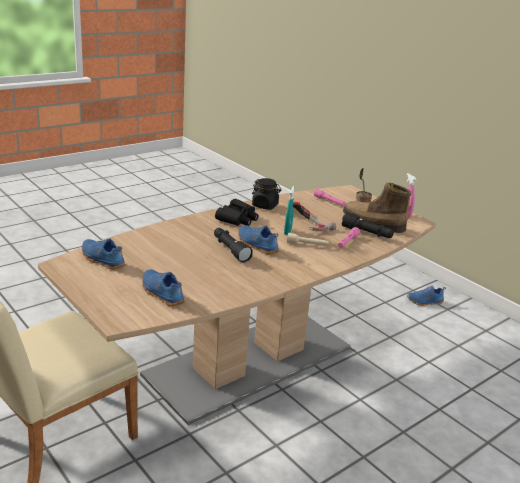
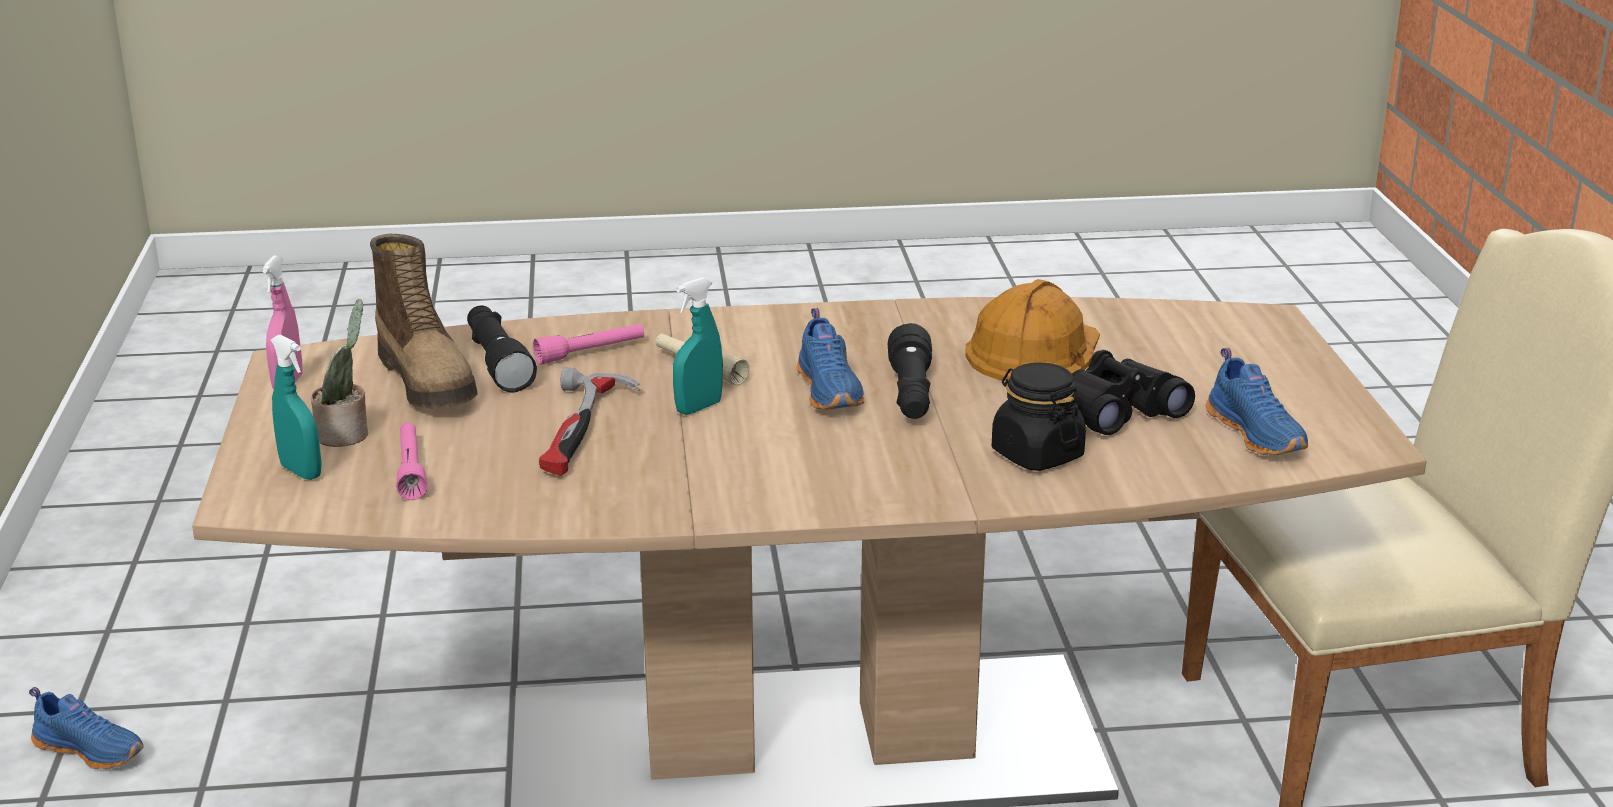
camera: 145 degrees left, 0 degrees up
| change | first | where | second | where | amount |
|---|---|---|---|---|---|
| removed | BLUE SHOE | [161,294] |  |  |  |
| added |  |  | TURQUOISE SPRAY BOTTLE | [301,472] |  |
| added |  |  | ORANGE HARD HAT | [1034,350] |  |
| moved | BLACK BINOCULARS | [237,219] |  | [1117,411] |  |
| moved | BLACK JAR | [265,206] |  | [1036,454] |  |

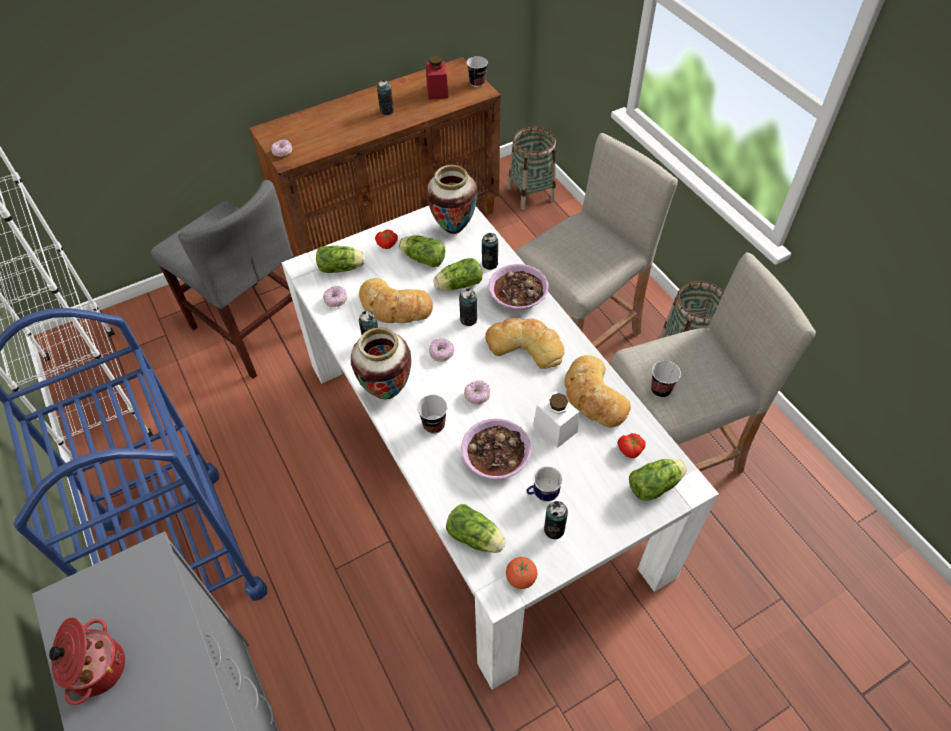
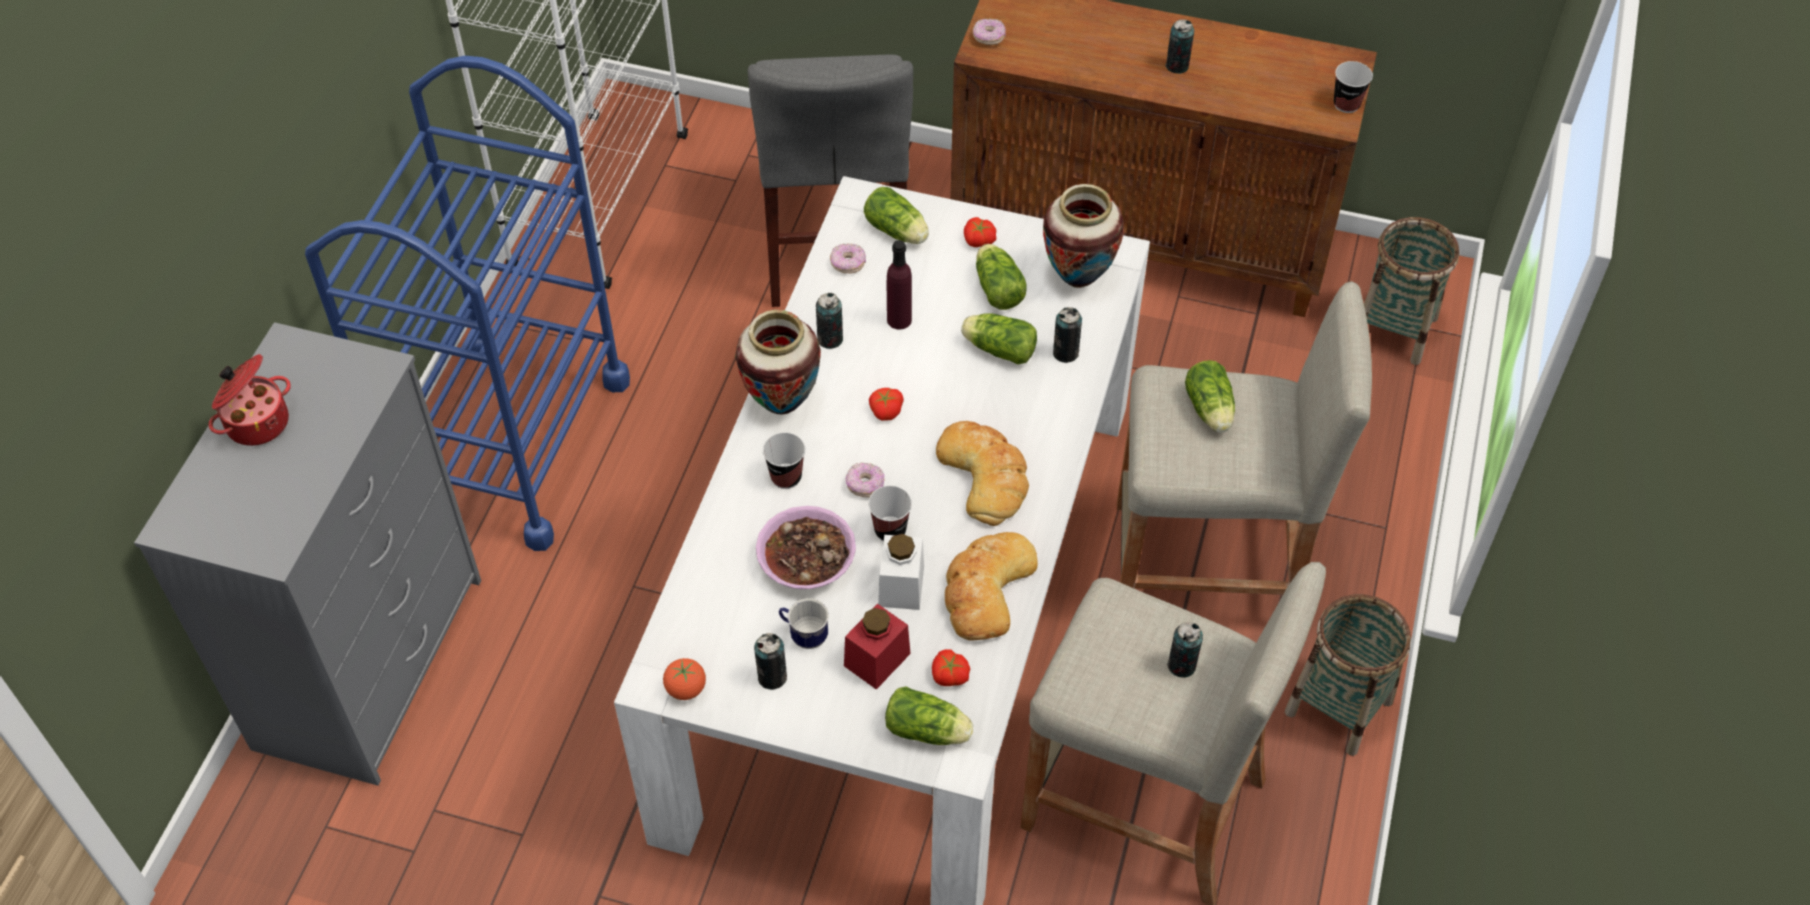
camera: 45 degrees right, 0 degrees up
| change | first | where | second | where | amount |
|---|---|---|---|---|---|
| removed | BOWL | [518,295] |  |  |  |
| moved | RED JAR | [437,91] |  | [877,659] |  |
| moved | LETTUCE | [476,538] |  | [1210,411] |  |
| moved | CAN | [468,319] |  | [1181,665] |  |
| moved | CUP | [660,390] |  | [890,530] |  |
| replaced | BREAD | [394,307] | PURPLE BOTTLE | [899,319] |  |
| replaced | DONUT | [441,353] | TOMATO | [885,410] |  |

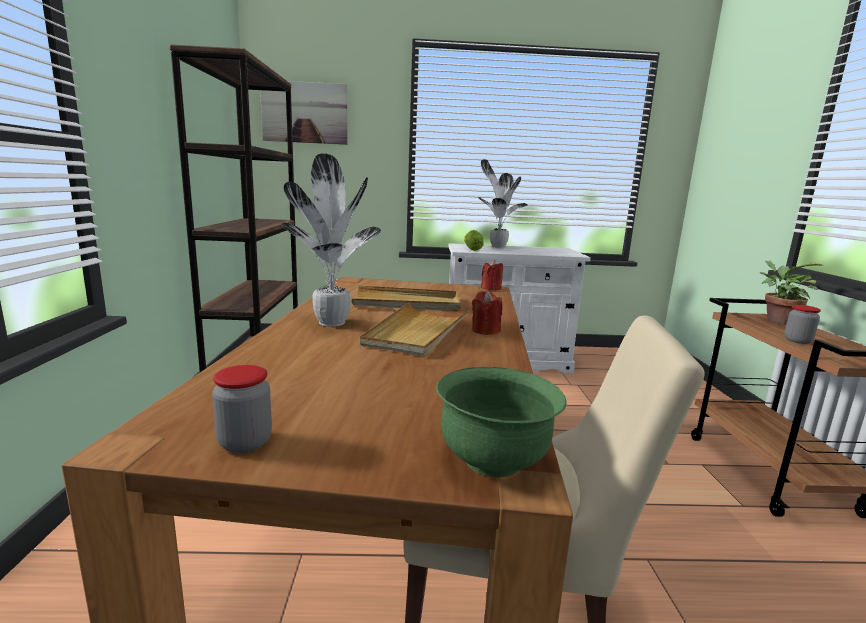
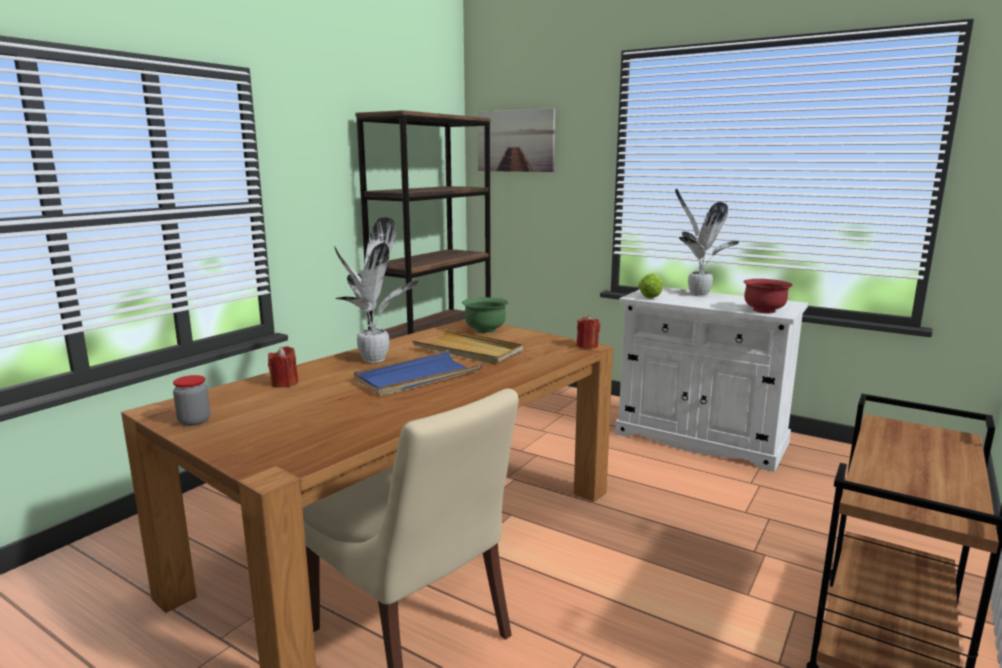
camera: 35 degrees right, 0 degrees up
| change | first | where | second | where | amount |
|---|---|---|---|---|---|
| removed | POTTED PLANT | [776,321] |  |  |  |
| removed | JAR | [797,341] |  |  |  |
| added |  |  | RED BOWL | [764,311] |  |
| moved | GREEN BOWL | [494,461] |  | [485,330] |  |
| moved | RED CANDLE | [485,330] |  | [284,383] |  |
| recoloured | BEIGE TRAY | [417,332] | BLUE TRAY | [417,377] |  |

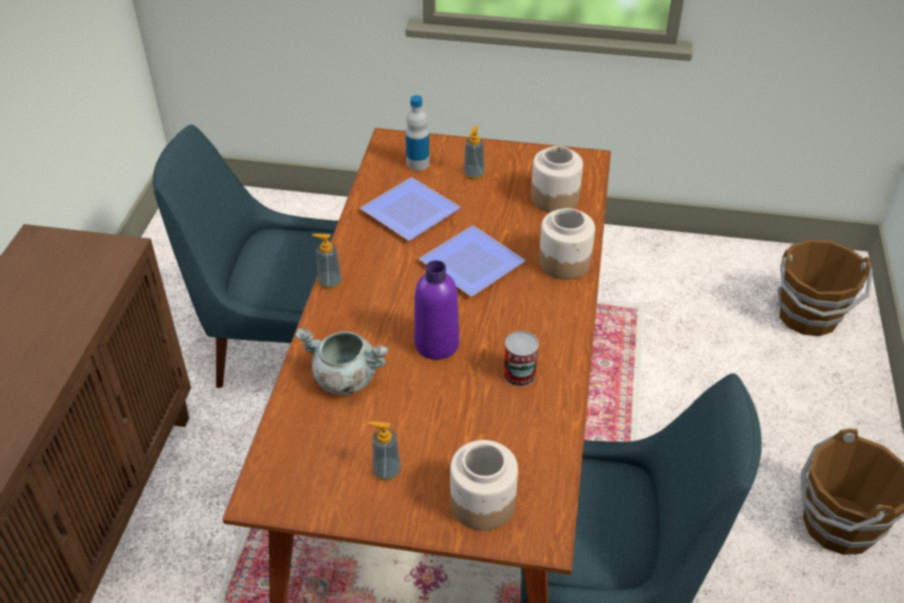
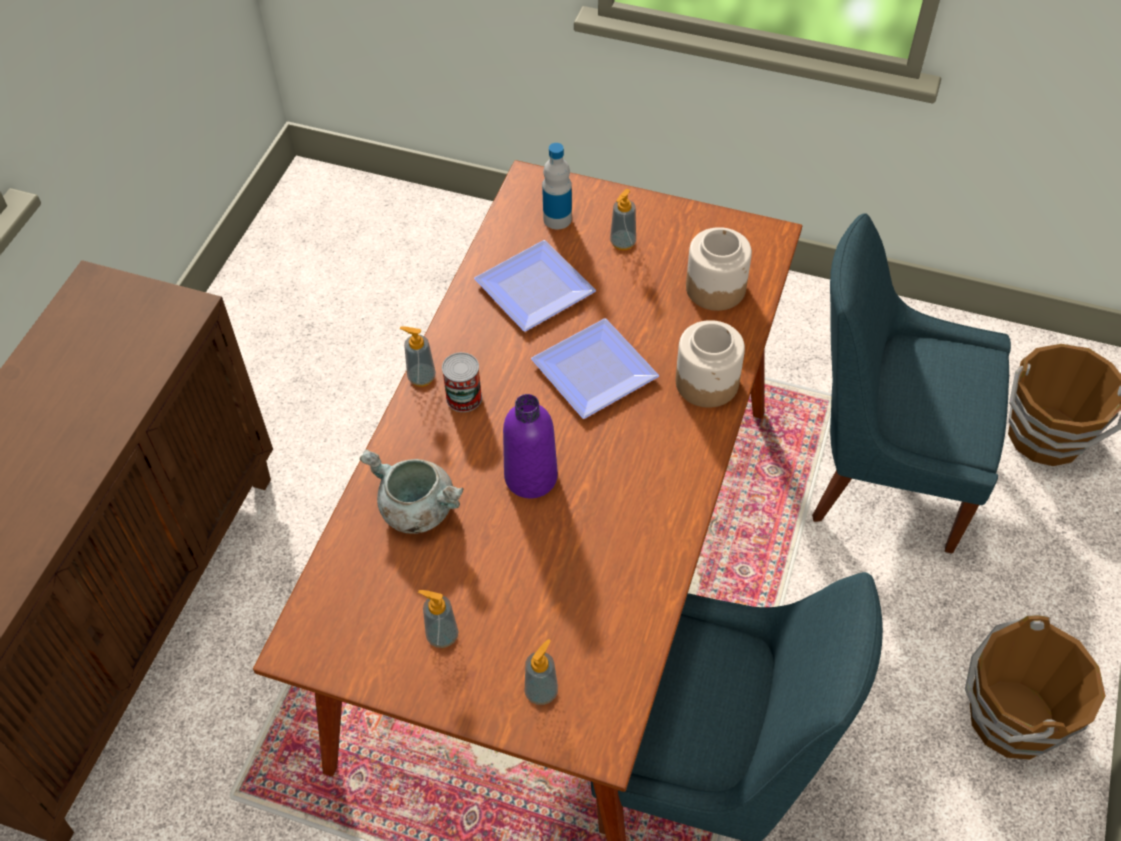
camera: 10 degrees right, 10 degrees up
| change | first | where | second | where | amount |
|---|---|---|---|---|---|
| moved | BLUE CHAIR | [278,346] |  | [882,472] |  |
| moved | CAN | [519,374] |  | [464,397] |  |
| replaced | JAR | [481,503] | SOAP DISPENSER | [541,691] |  |

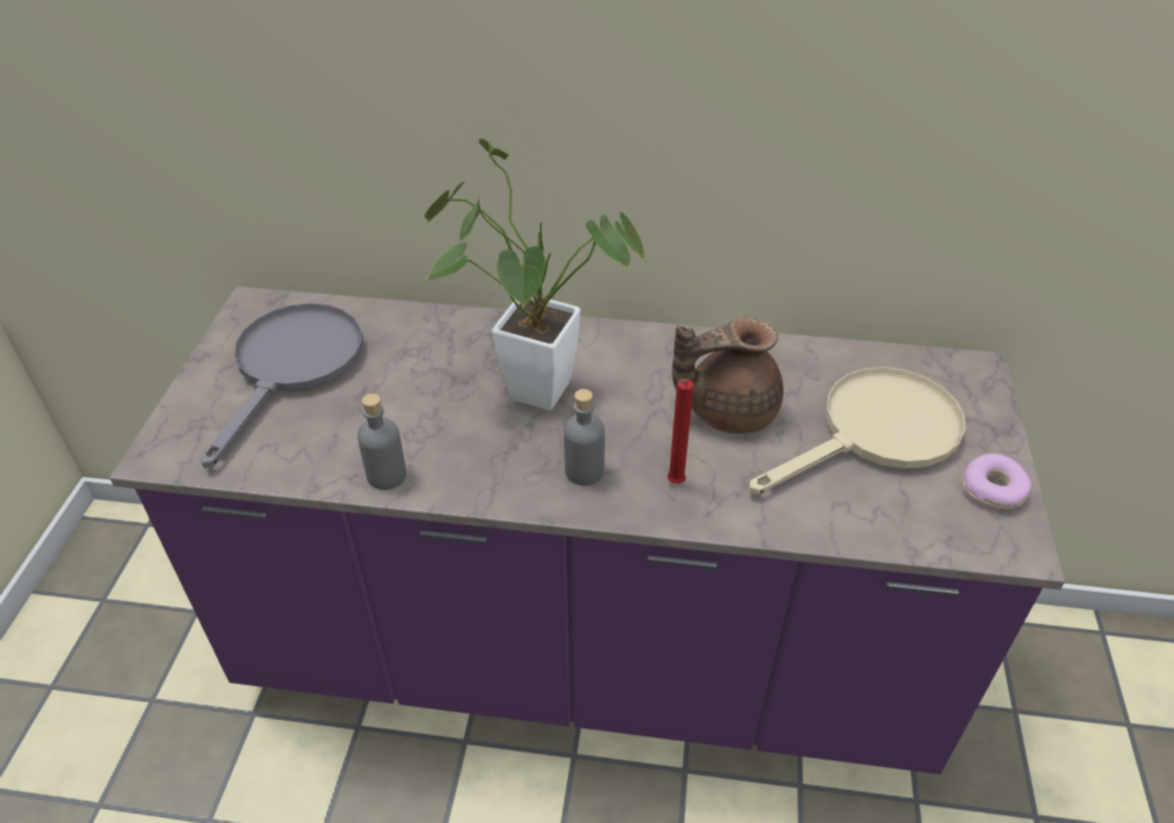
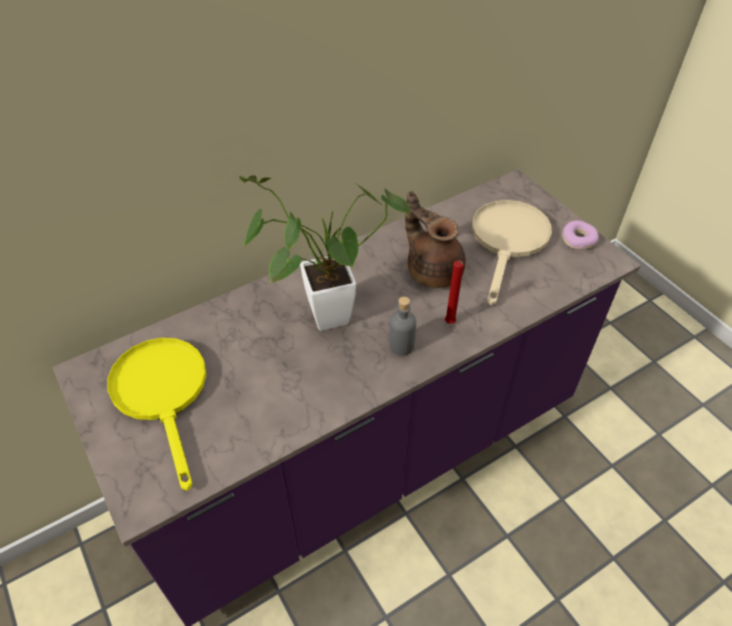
camera: 40 degrees left, 5 degrees up
| change | first | where | second | where | amount |
|---|---|---|---|---|---|
| removed | GREY BOTTLE | [386,475] |  |  |  |
| recoloured | GREY FRYING PAN | [292,368] | YELLOW FRYING PAN | [163,394] |  |
| turned | BROWN TEAPOT | [727,410] |  | [433,269] | 105 degrees clockwise |

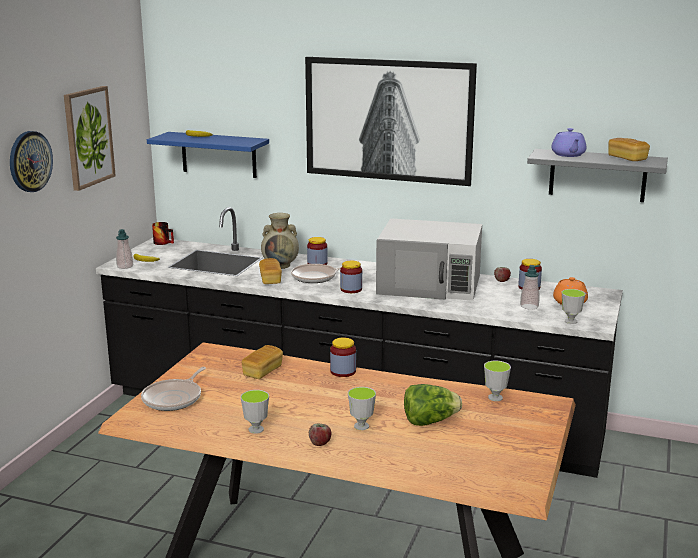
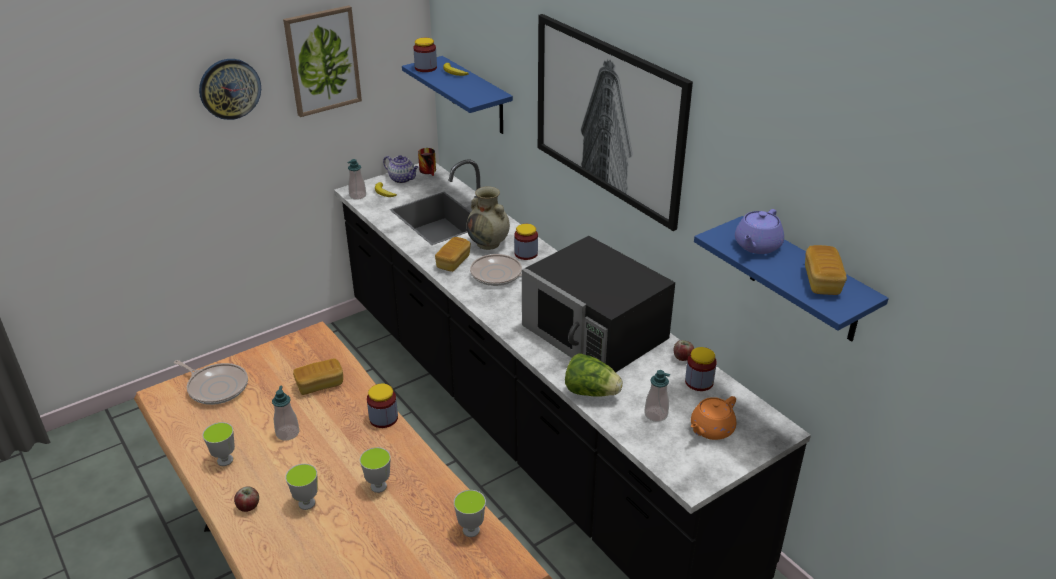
camera: 35 degrees right, 15 degrees up
| change | first | where | second | where | amount |
|---|---|---|---|---|---|
| added |  |  | SOAP DISPENSER | [287,433] |  |
| added |  |  | TEAPOT | [402,179] |  |
| moved | JAR | [351,289] |  | [426,68] |  |
| moved | LETTUCE | [429,421] |  | [591,392] |  |
| moved | CUP | [570,321] |  | [378,486] |  |
| recoloured | WHITE MICROWAVE | [430,284] | BLACK MICROWAVE | [596,332] |  |
| recoloured | GREY SHELF | [597,175] | BLUE SHELF | [805,281] |  |
| turned | FRYING PAN | [174,398] |  | [216,387] | 120 degrees counterclockwise |

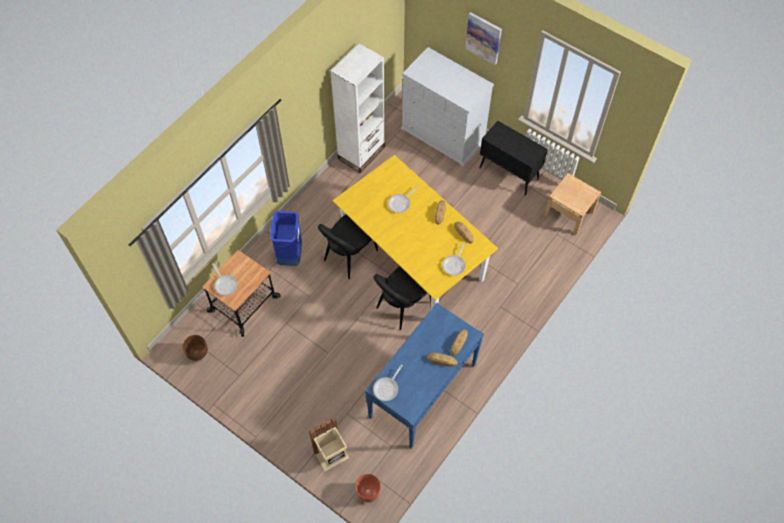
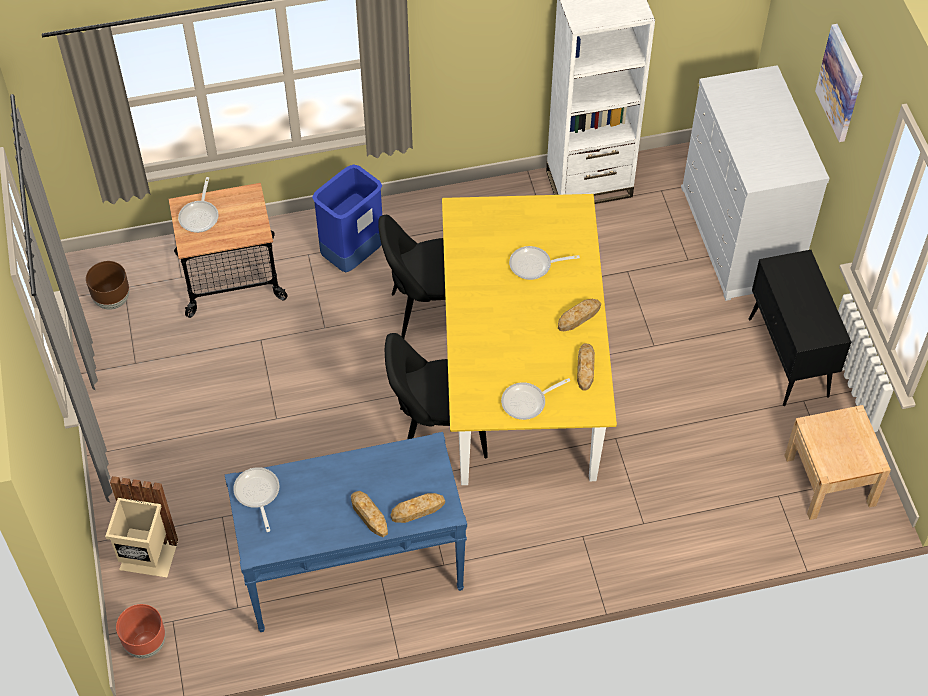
camera: 40 degrees right, 5 degrees down
| change | first | where | second | where | amount |
|---|---|---|---|---|---|
| turned | FRYING PAN | [387,388] |  | [257,494] | 90 degrees clockwise |

